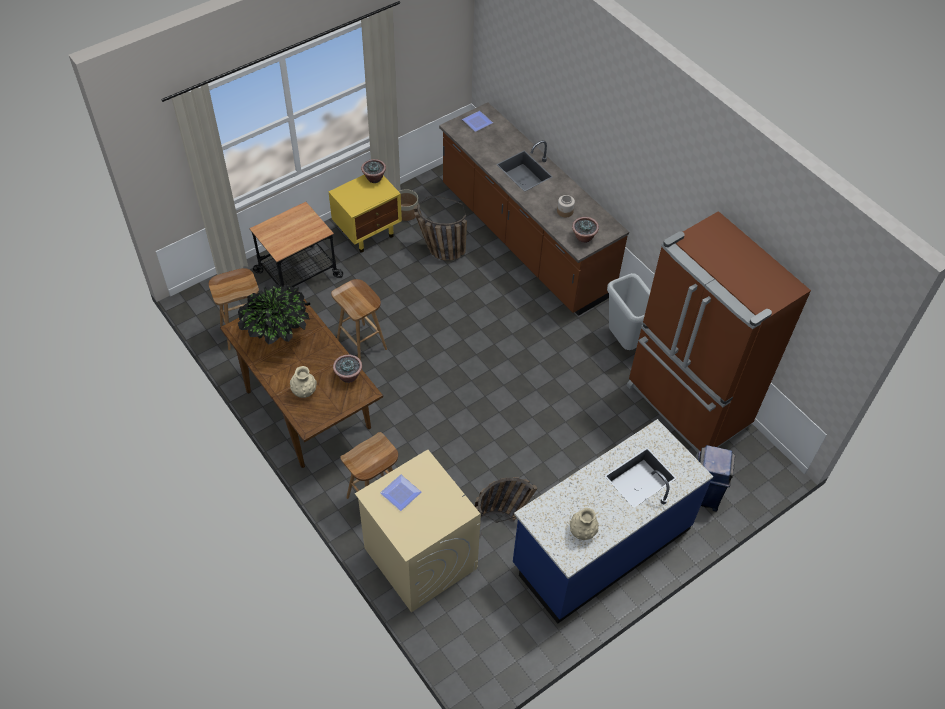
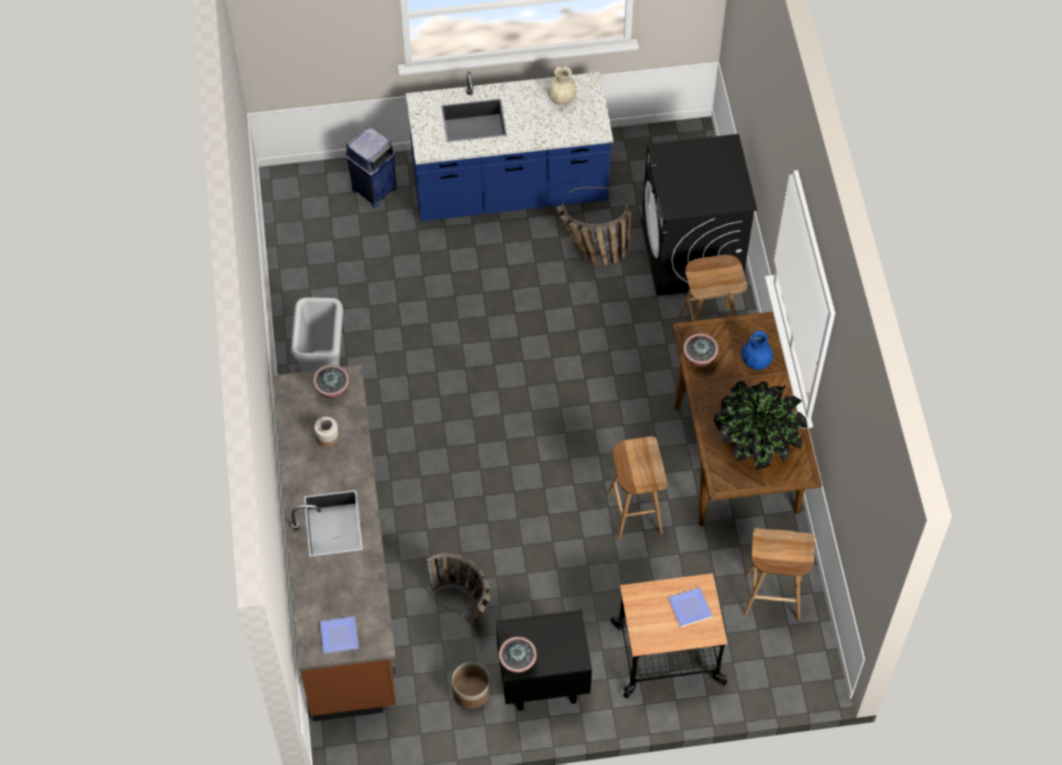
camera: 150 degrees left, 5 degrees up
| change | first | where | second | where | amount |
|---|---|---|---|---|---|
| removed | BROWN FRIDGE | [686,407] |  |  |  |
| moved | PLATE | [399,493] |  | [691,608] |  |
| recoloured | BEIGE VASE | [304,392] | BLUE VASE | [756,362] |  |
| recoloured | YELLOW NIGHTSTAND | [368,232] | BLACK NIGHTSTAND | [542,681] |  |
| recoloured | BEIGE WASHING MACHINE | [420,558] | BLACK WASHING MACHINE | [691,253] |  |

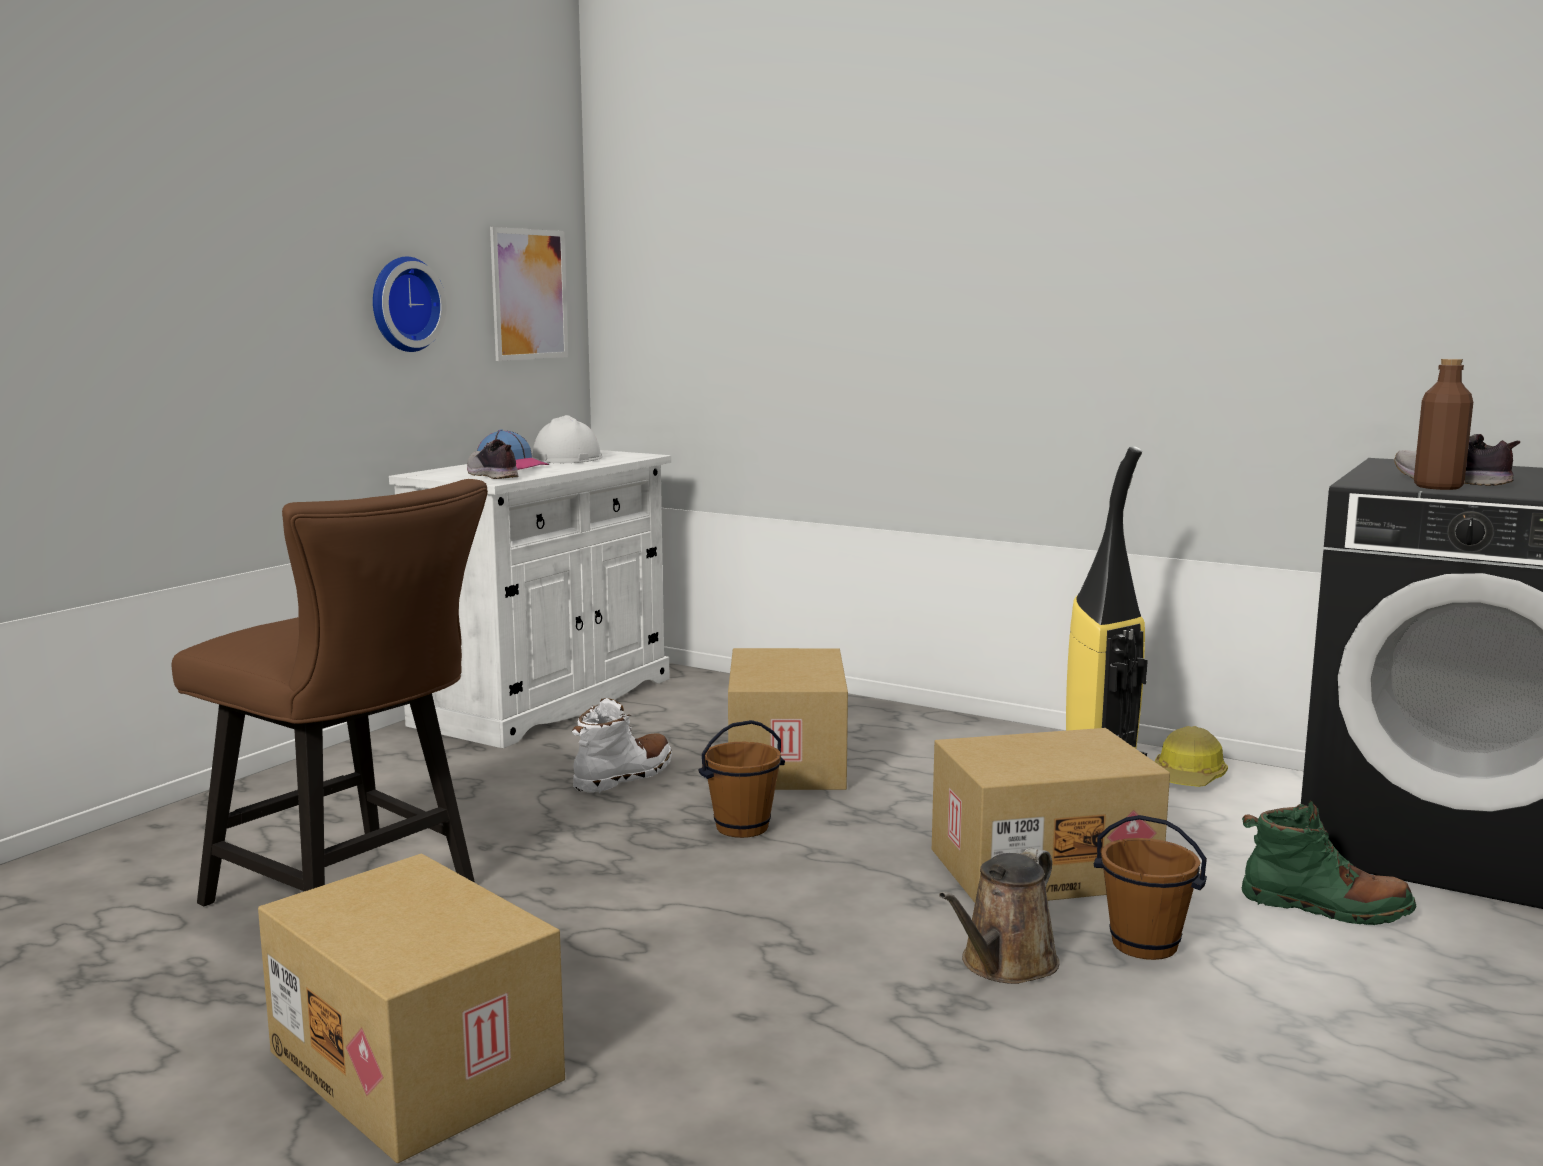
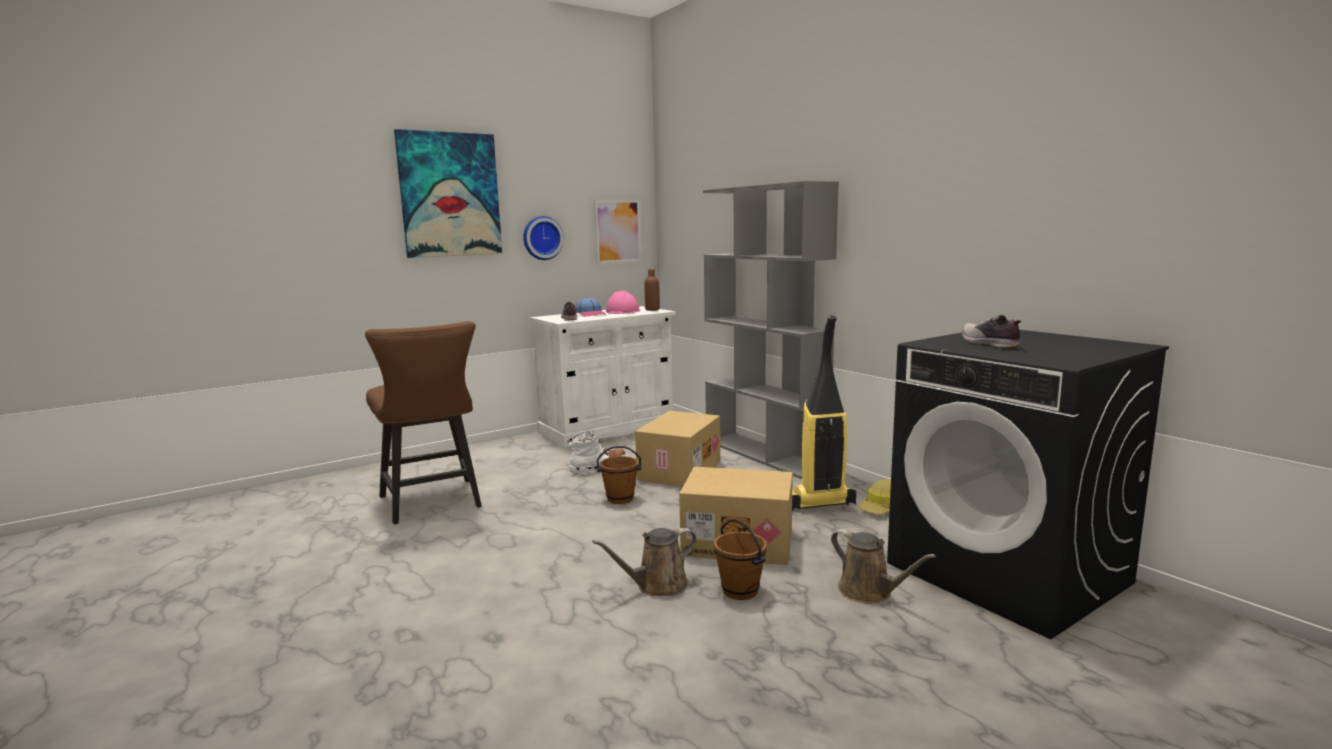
camera: 25 degrees right, 0 degrees up
| change | first | where | second | where | amount |
|---|---|---|---|---|---|
| removed | CARDBOARD BOX | [420,1065] |  |  |  |
| added |  |  | PICTURE | [450,195] |  |
| added |  |  | GREY BOOKCASE | [765,454] |  |
| moved | BROWN BOTTLE | [1438,487] |  | [652,310] |  |
| replaced | GREEN BOOT | [1325,907] | BROWN WATERING CAN | [869,592] |  |
| recoloured | WHITE HARD HAT | [566,459] | PINK HARD HAT | [623,311] |  |

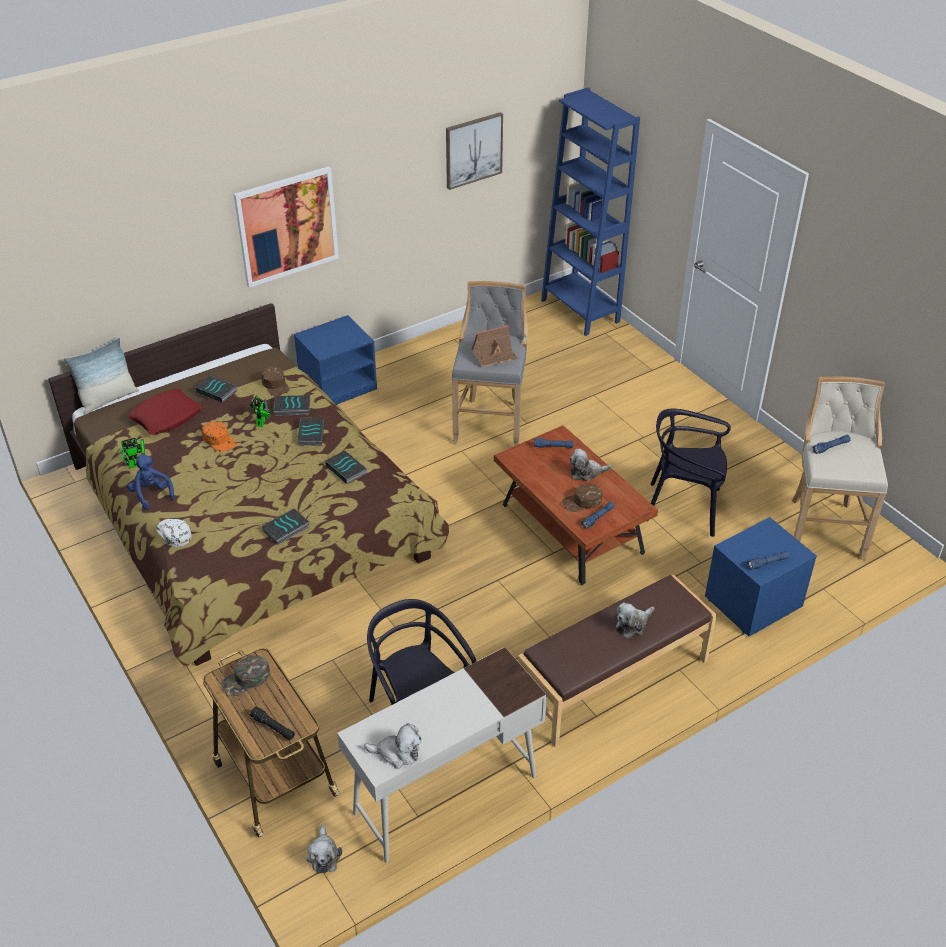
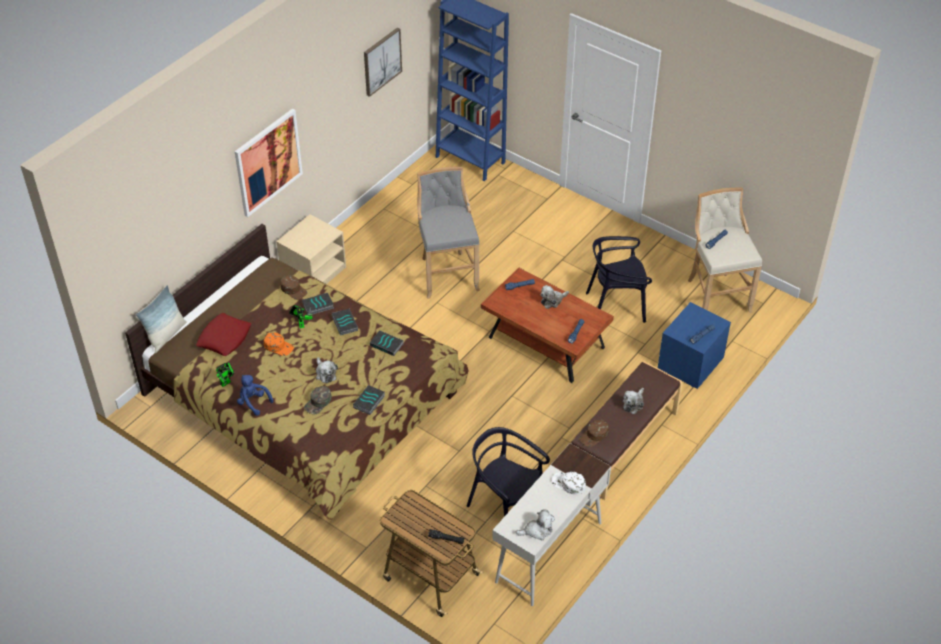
camera: 20 degrees left, 5 degrees up
| change | first | where | second | where | amount |
|---|---|---|---|---|---|
| removed | BOOK | [217,391] |  |  |  |
| removed | TOY HOUSE | [494,356] |  |  |  |
| moved | WHITE CAP | [174,534] |  | [568,484] |  |
| moved | GREEN CAP | [246,679] |  | [318,403] |  |
| moved | PLUSH TOY | [324,855] |  | [325,373] |  |
| moved | BROWN CAP | [582,502] |  | [594,435] |  |
| recoloured | BLUE NIGHTSTAND | [338,385] | BEIGE NIGHTSTAND | [313,272] |  |

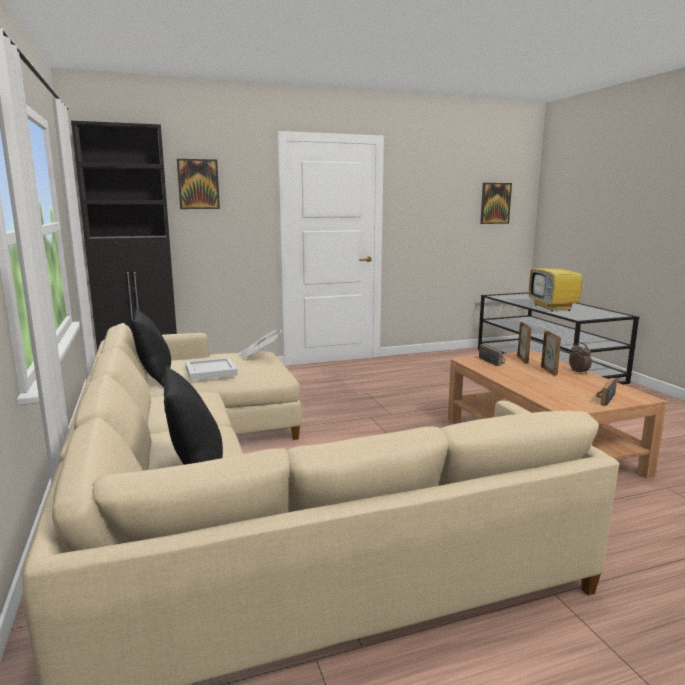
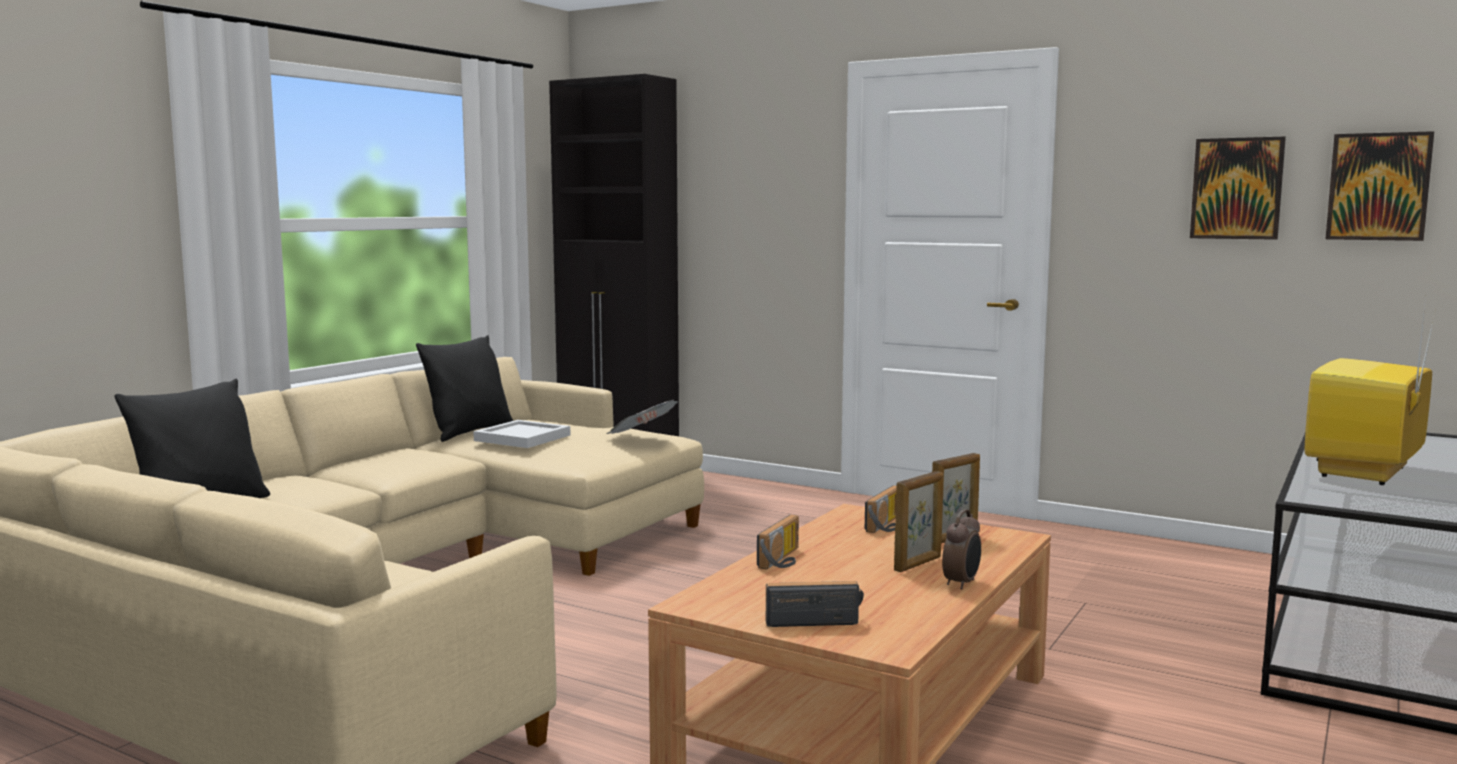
camera: 50 degrees right, 5 degrees down
| change | first | where | second | where | amount |
|---|---|---|---|---|---|
| added |  |  | RADIO | [784,560] |  |
| moved | PICTURE | [198,184] |  | [1236,188] |  |

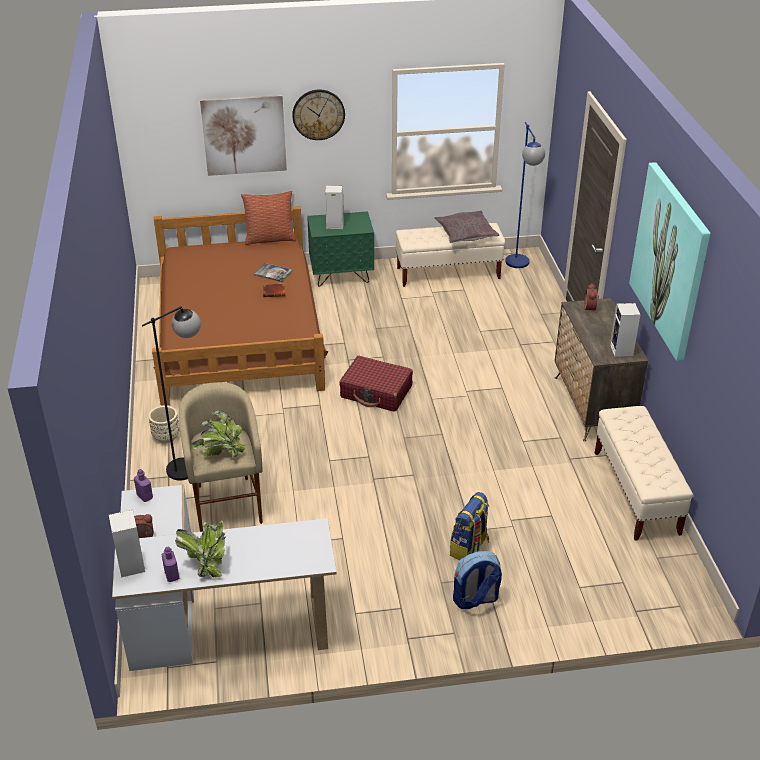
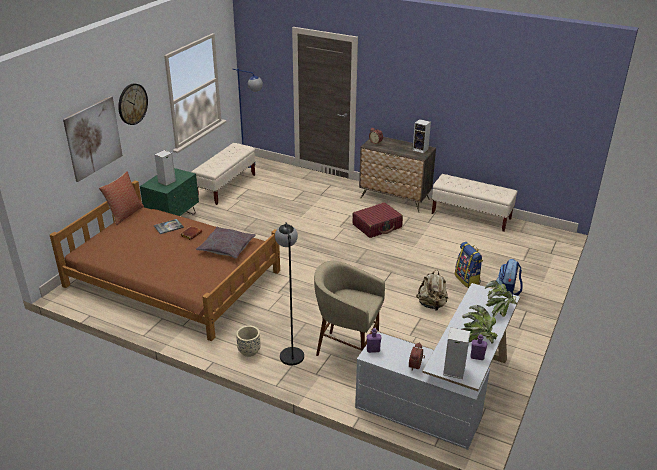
camera: 55 degrees left, 5 degrees down
| change | first | where | second | where | amount |
|---|---|---|---|---|---|
| removed | PICTURE | [671,260] |  |  |  |
| added |  |  | BEIGE BACKPACK | [431,305] |  |
| moved | POTTED PLANT | [220,452] |  | [499,310] |  |
| moved | RED SUITCASE | [376,392] |  | [377,226] |  |
| moved | GREY PILLOW | [465,233] |  | [226,247] |  |

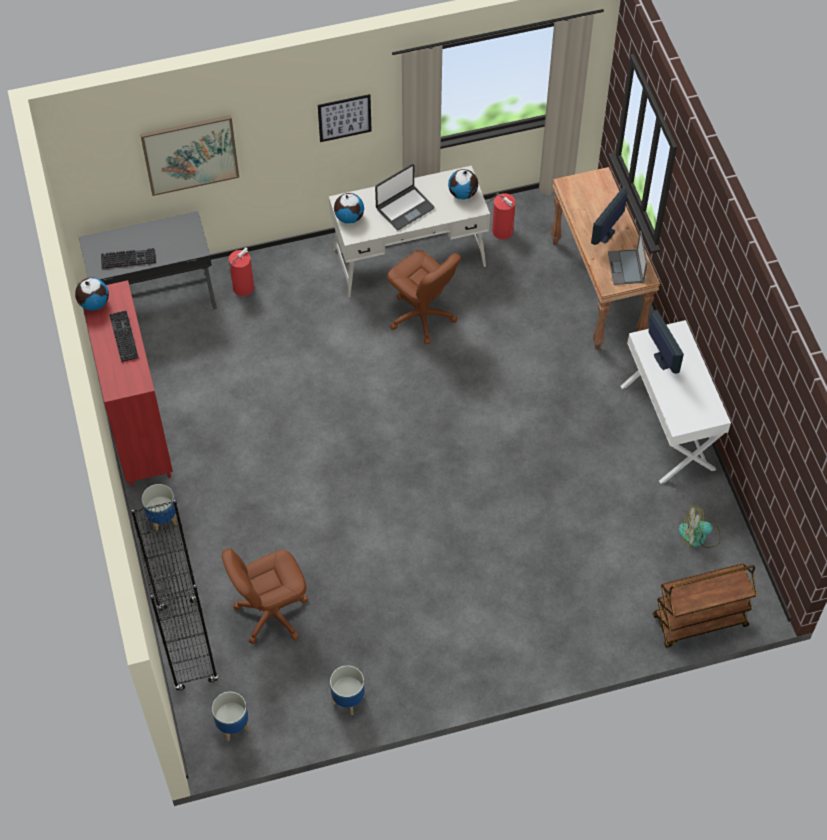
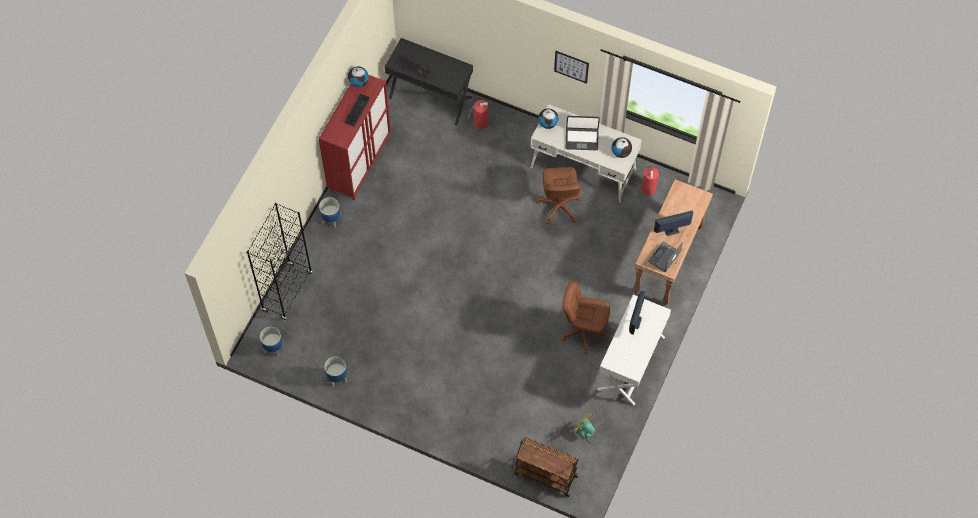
camera: 40 degrees right, 5 degrees up
| change | first | where | second | where | amount |
|---|---|---|---|---|---|
| removed | PICTURE | [190,154] |  |  |  |
| moved | BROWN OFFICE CHAIR | [271,613] |  | [584,331] |  |

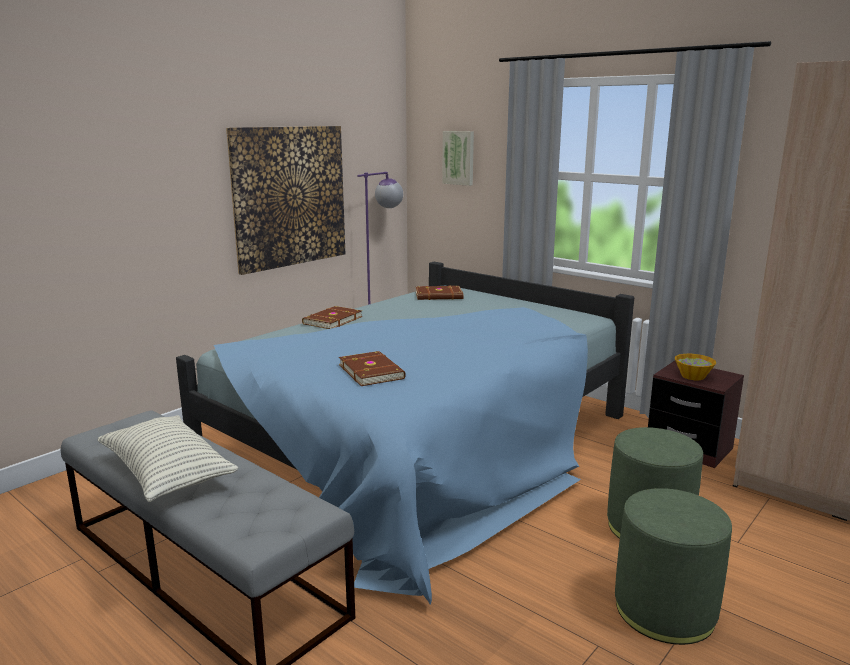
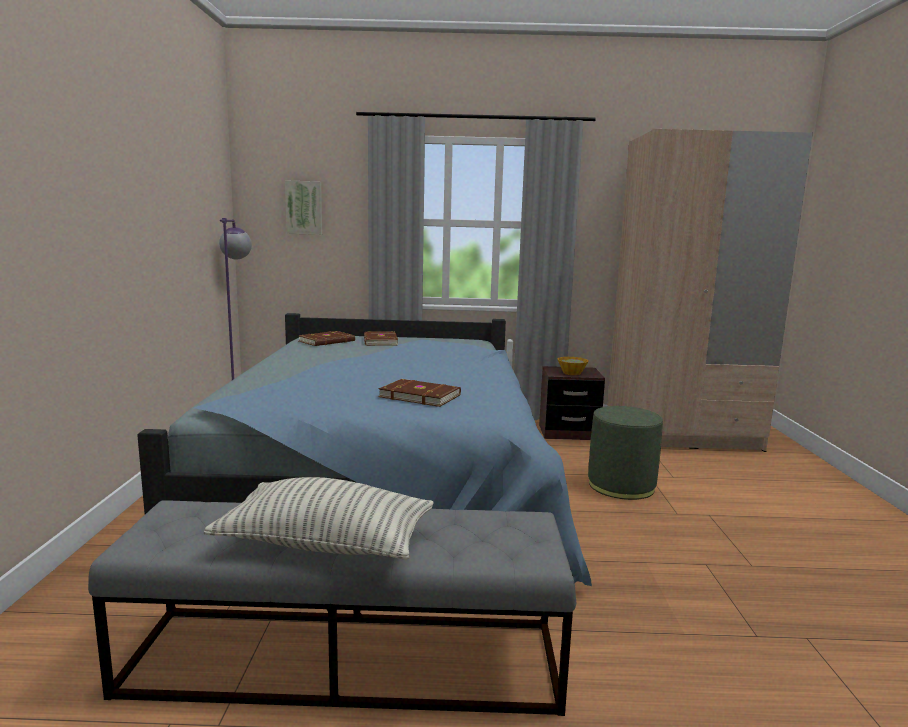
camera: 40 degrees left, 5 degrees down
| change | first | where | second | where | amount |
|---|---|---|---|---|---|
| removed | PICTURE | [289,197] |  |  |  |
| removed | GREEN OTTOMAN | [664,609] |  |  |  |
| moved | BROWN BOOK | [331,320] |  | [379,341] |  |

